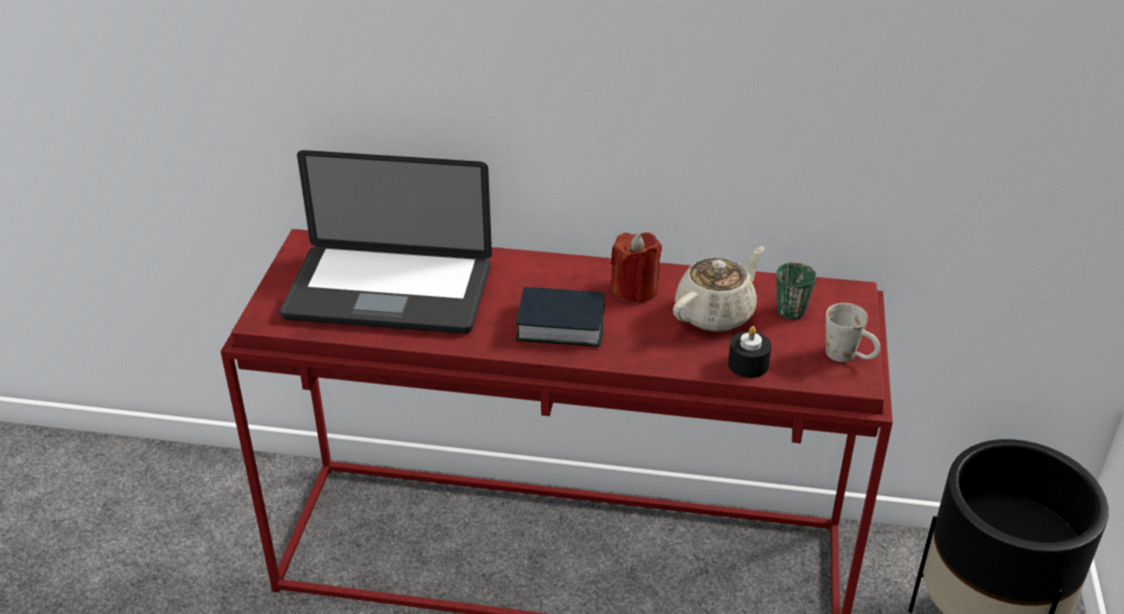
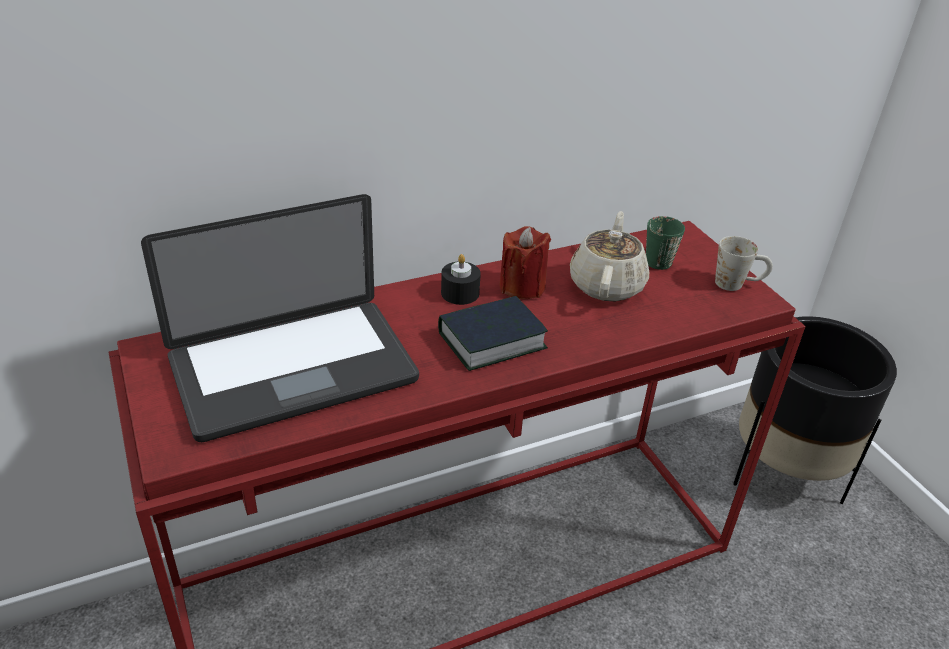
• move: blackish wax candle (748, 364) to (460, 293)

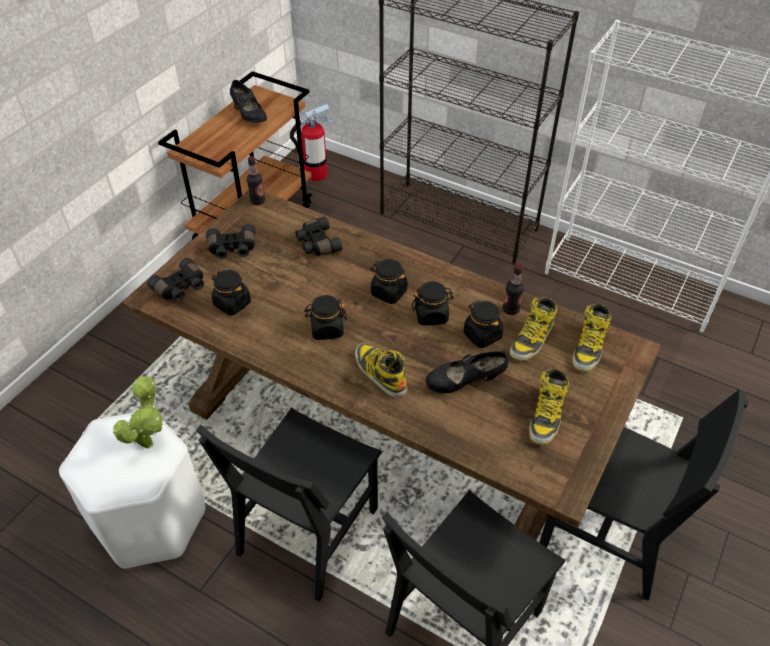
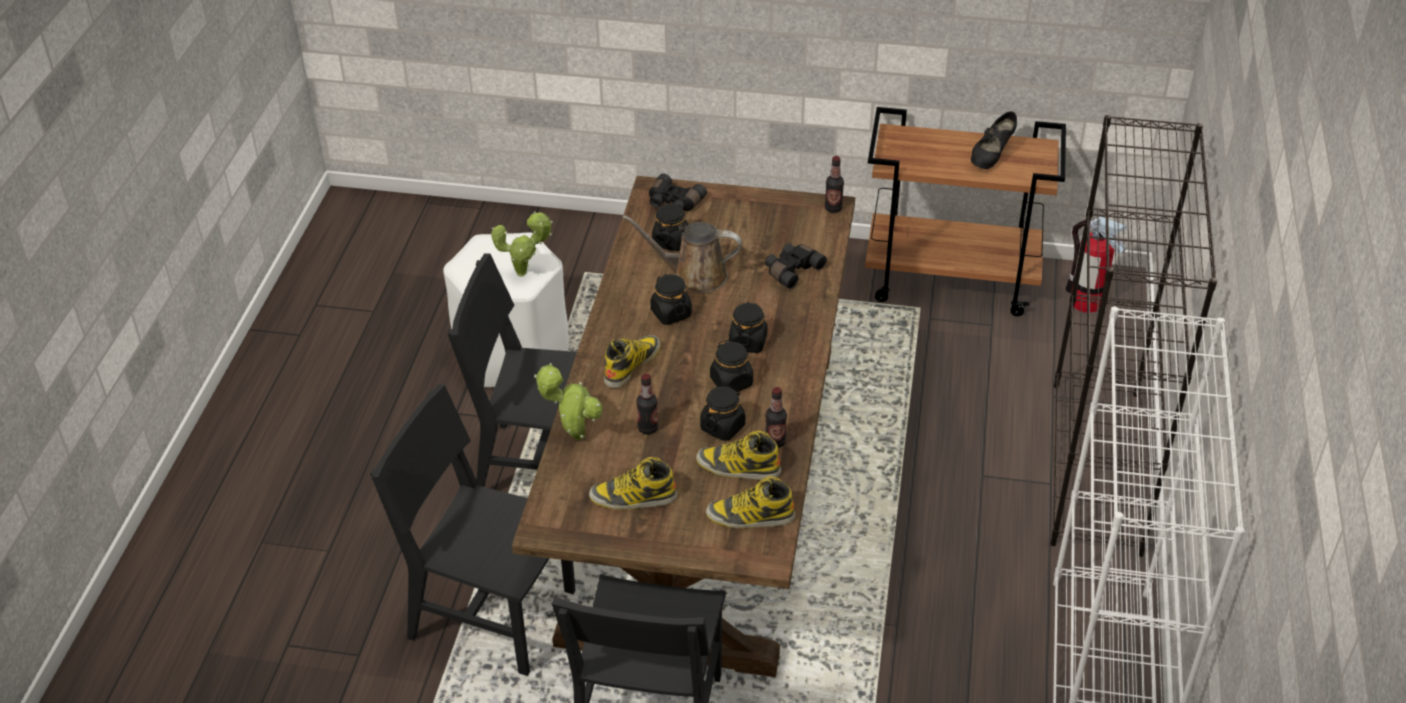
• delete: blackish field glasses (232, 249)
• replace: blackish shoe (465, 383) to beverage bottle (648, 428)
• insert: brown-coloured watering pot (694, 276)
• insert: houseplant (574, 435)

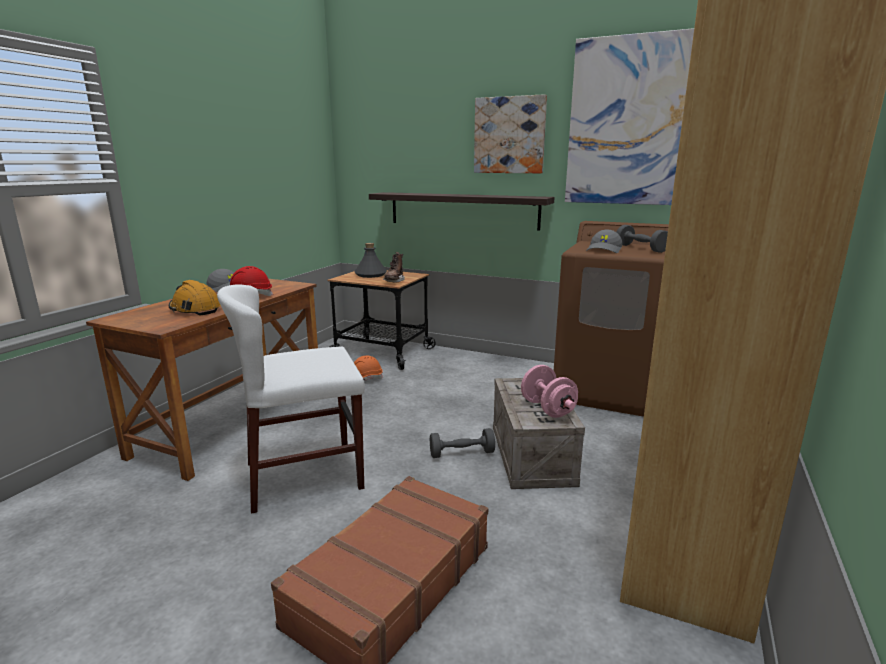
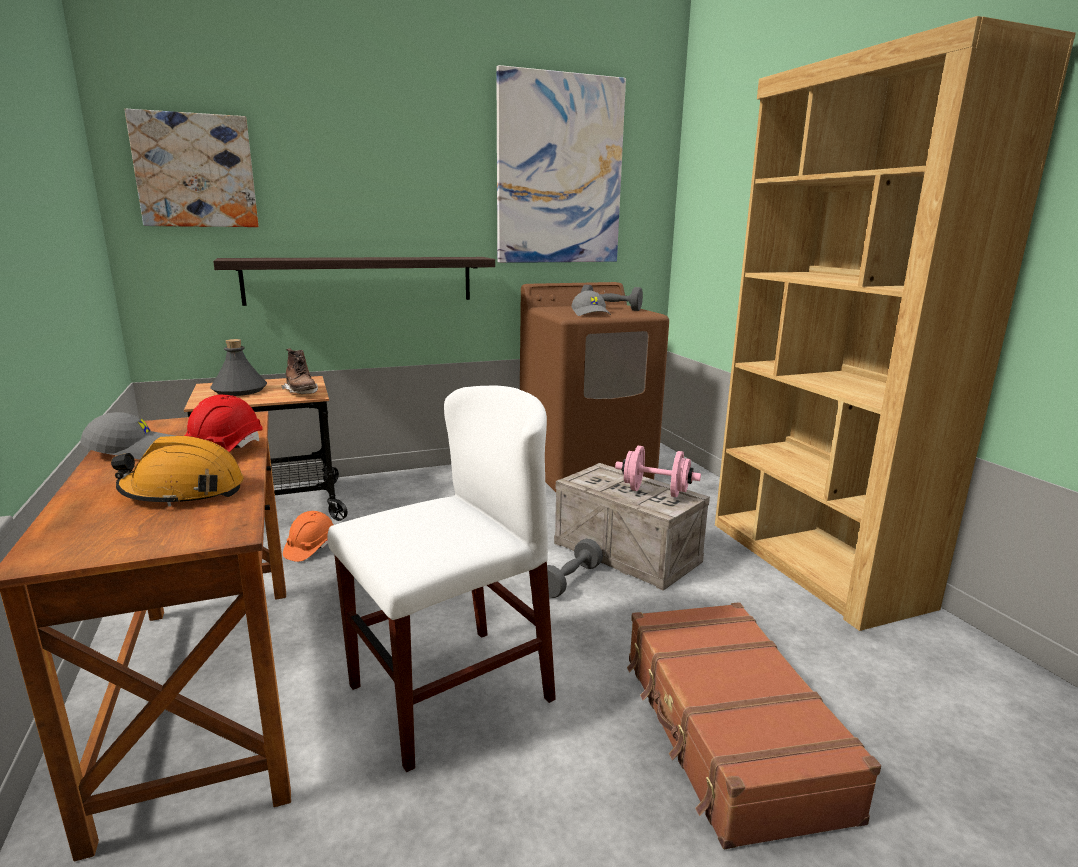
• move: wall picture (509, 135) to (195, 171)
• rotate: whitish plain chair (304, 475) = (450, 692) 150 degrees counterclockwise

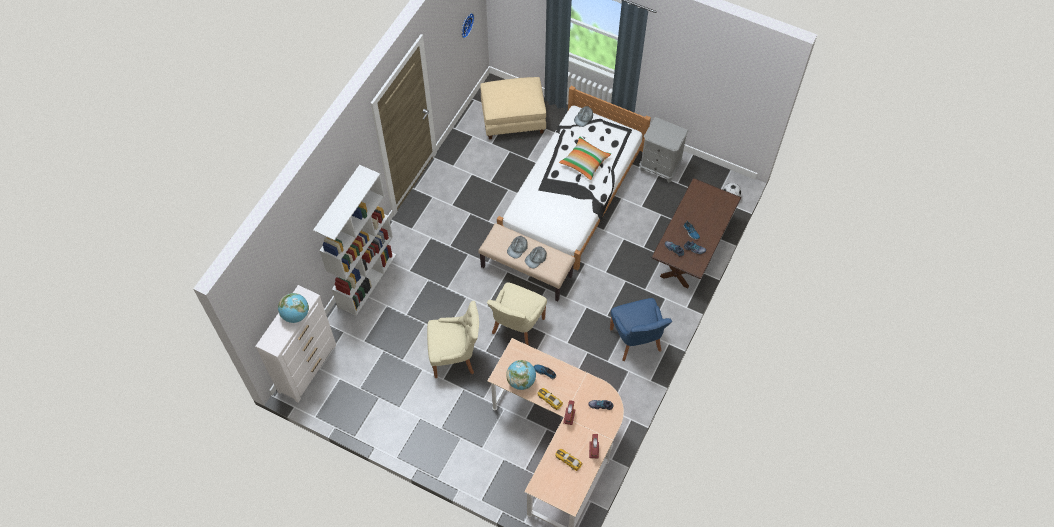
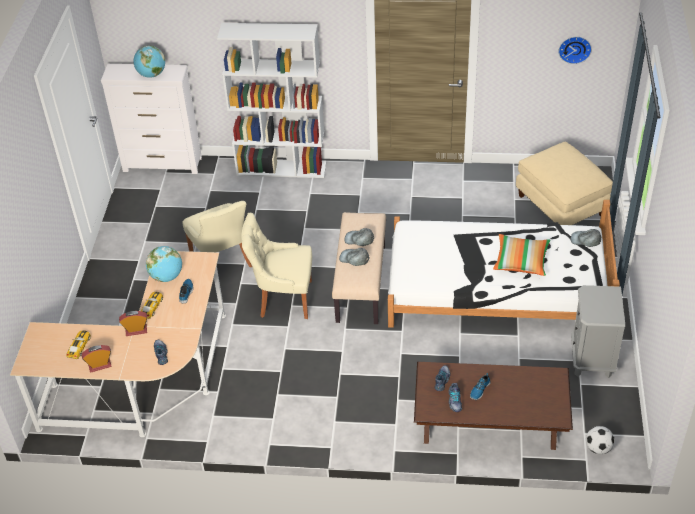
• delete: blue-coloured plain chair (636, 341)

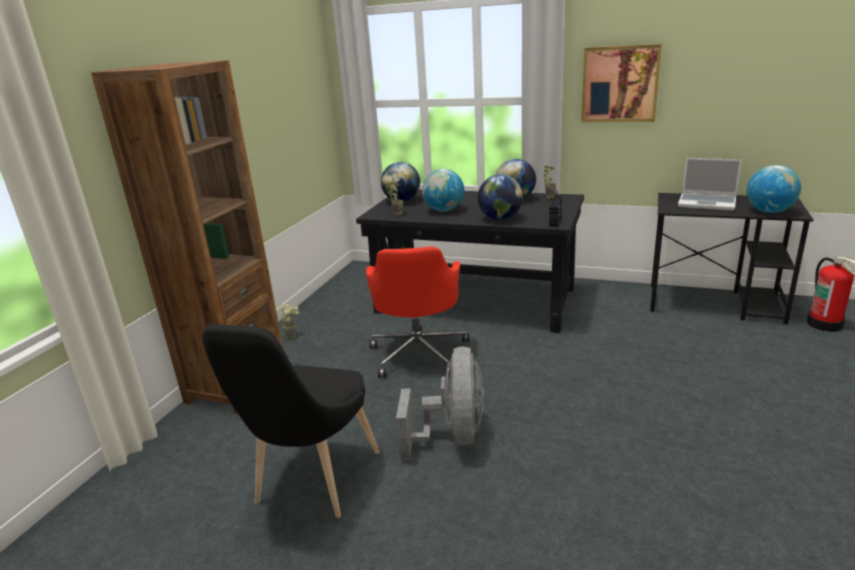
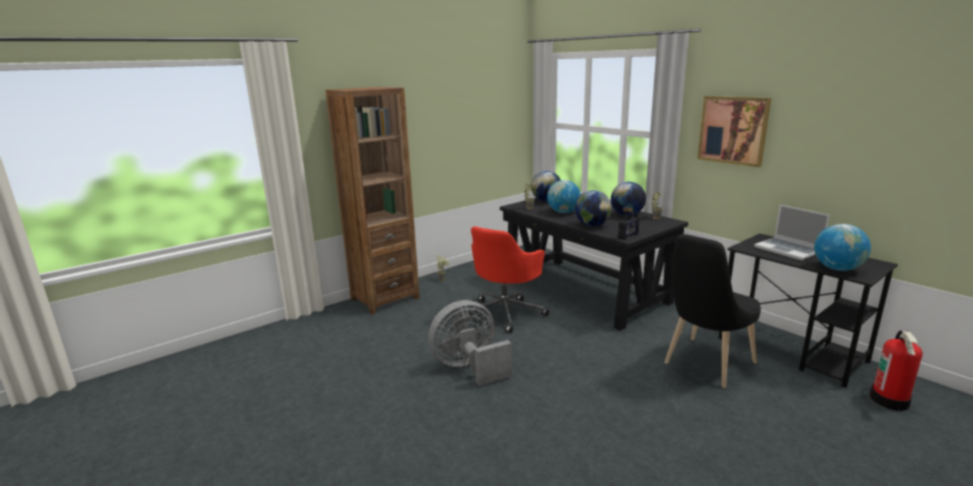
• move: blackish plain chair (313, 483) to (705, 365)
• rotate: gray electric fan (452, 436) = (469, 367) 150 degrees counterclockwise

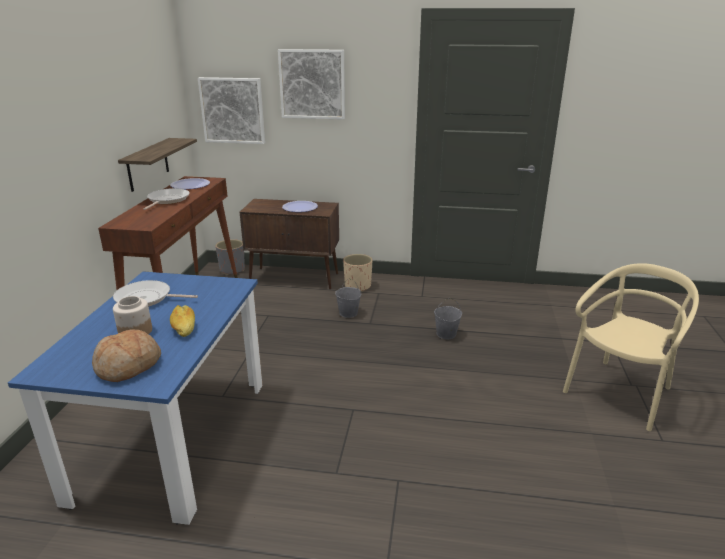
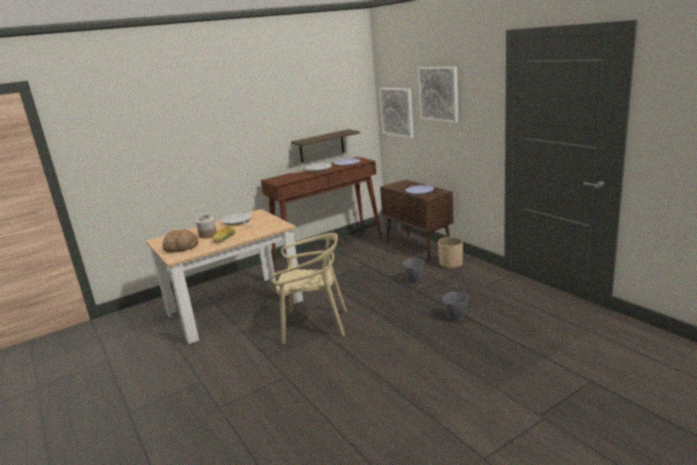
• move: sand-coloured plain chair (619, 393) to (314, 325)
• recolor: blue-coloured dinner table (174, 439) to sand-coloured dinner table (235, 308)

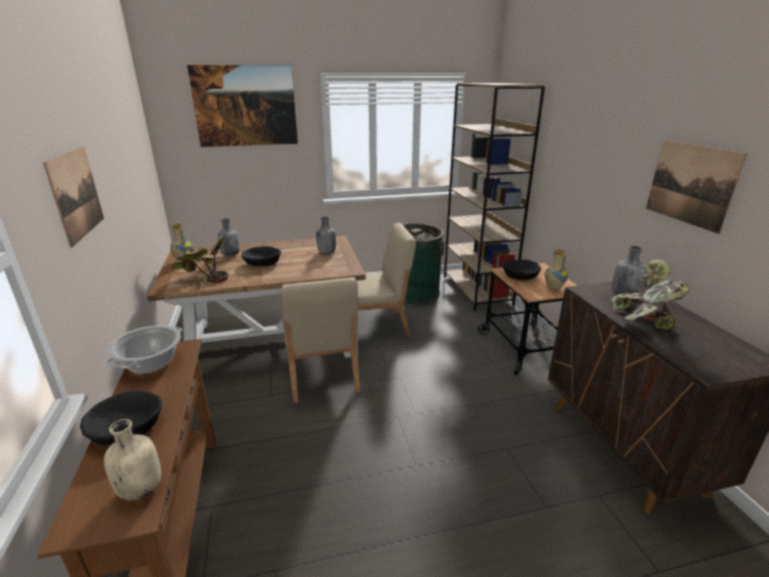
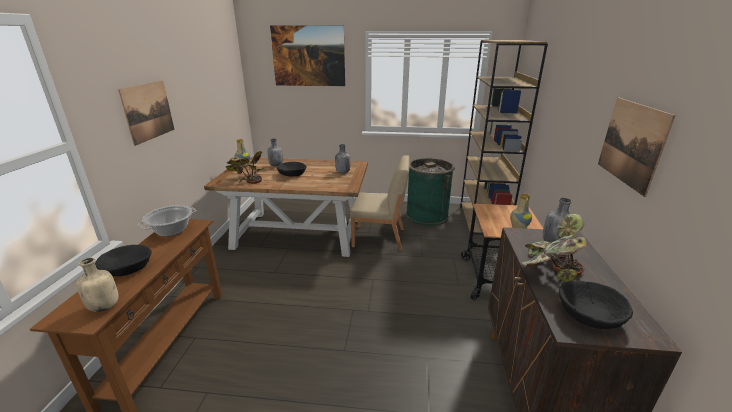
• move: blackish serving bowl (520, 276) to (589, 314)
• delete: sand-coloured plain chair (322, 376)

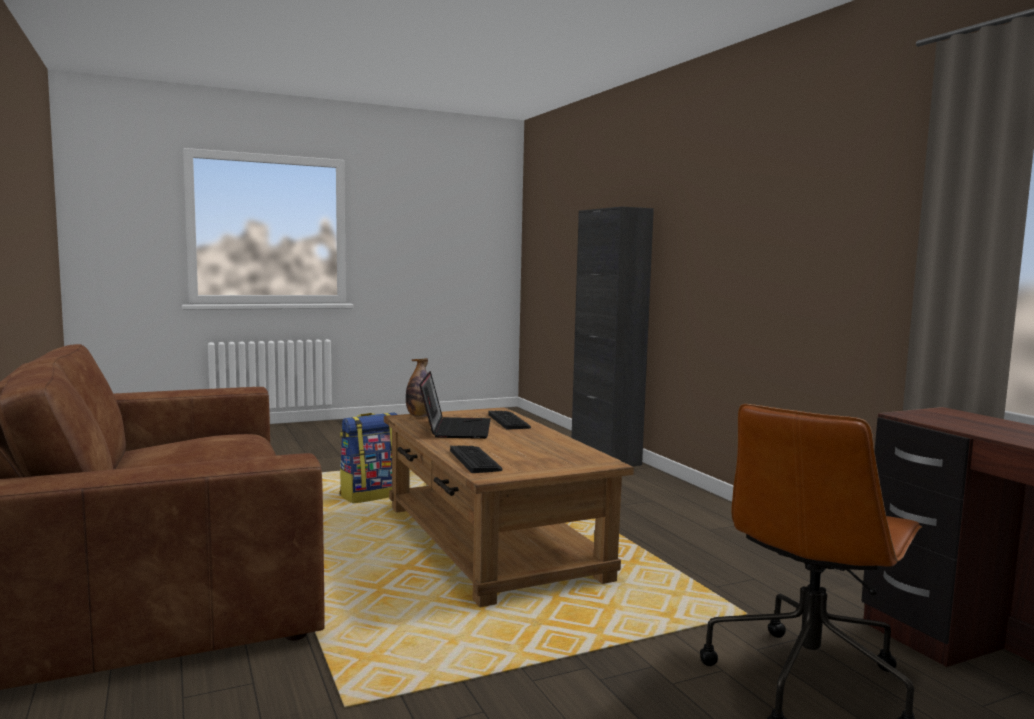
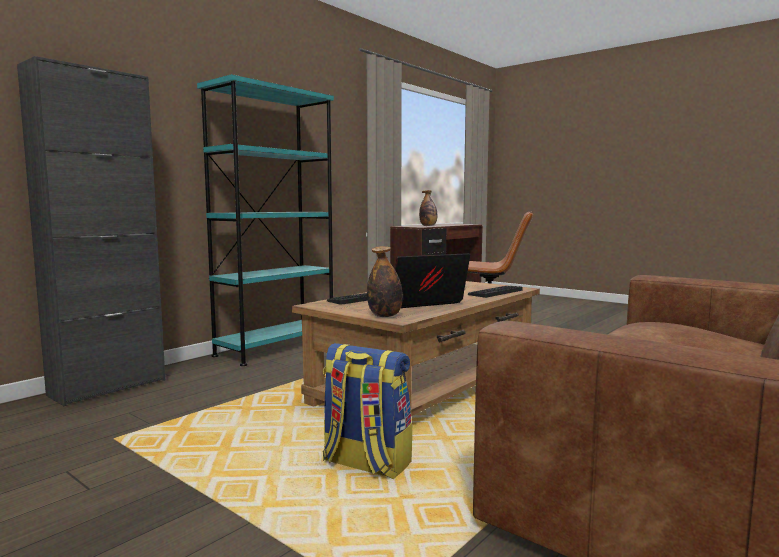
• insert: turquoise-coloured bookcase (276, 348)
• insert: beverage bottle (428, 226)

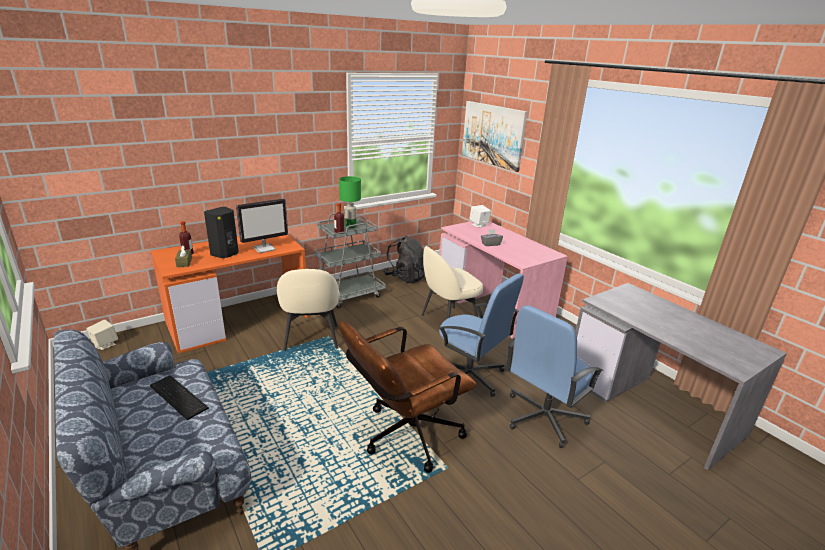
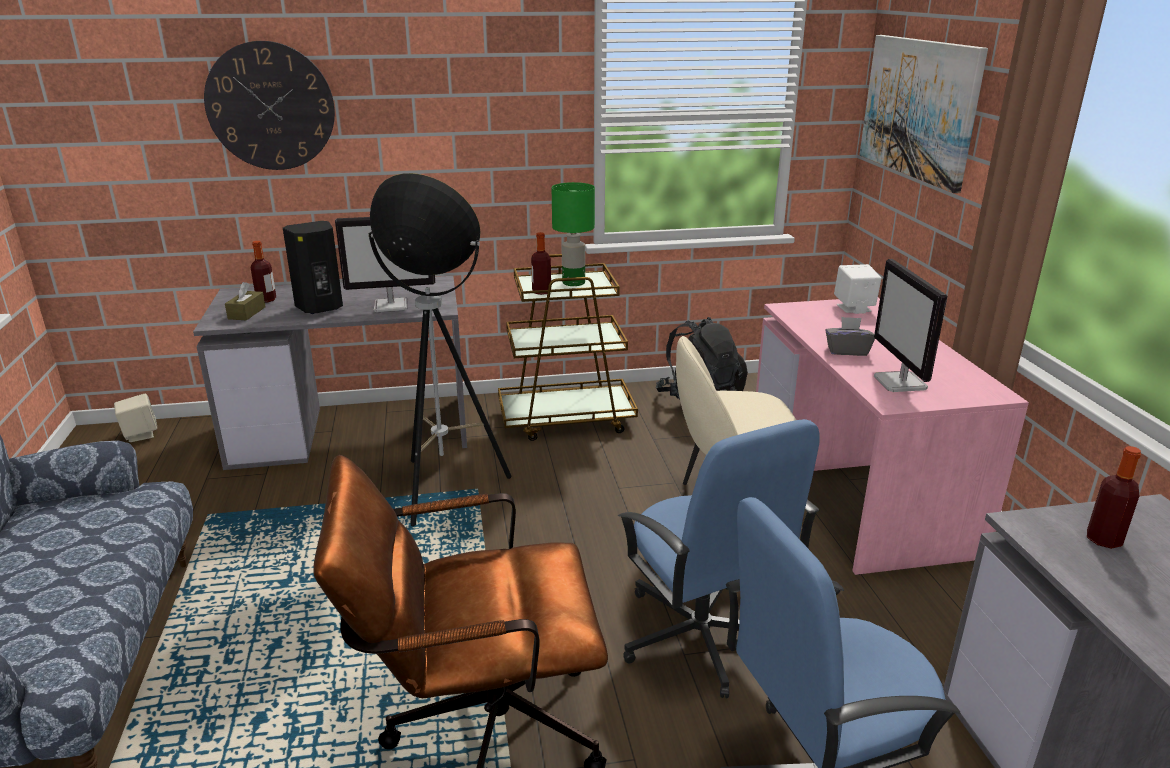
• recolor: gray trolley (348, 295) to brown-coloured trolley (567, 419)
• recolor: orange desk unit (239, 319) to gray desk unit (353, 430)
• replace: sand-coloured plain chair (311, 339) to standing lamp (443, 489)
• delete: computer keyboard (177, 398)
• insert: wall clock (270, 106)
• insert: monitor (900, 383)
• insert: beverage bottle (1103, 540)

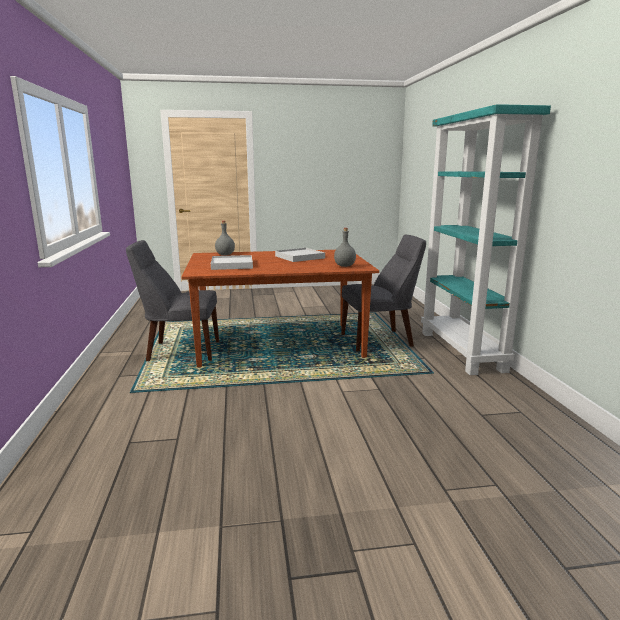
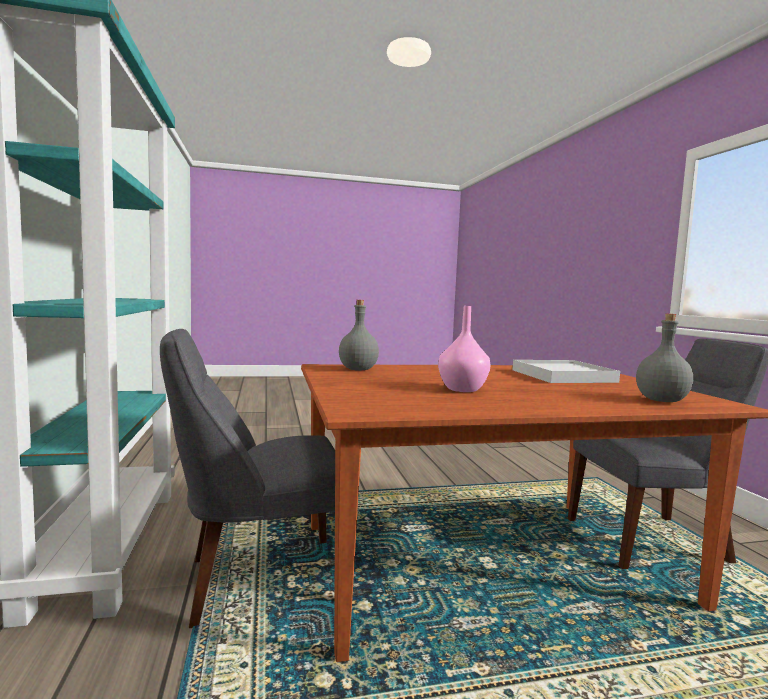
• replace: whitish carrying tray (299, 257) to pinkish vase (462, 389)

